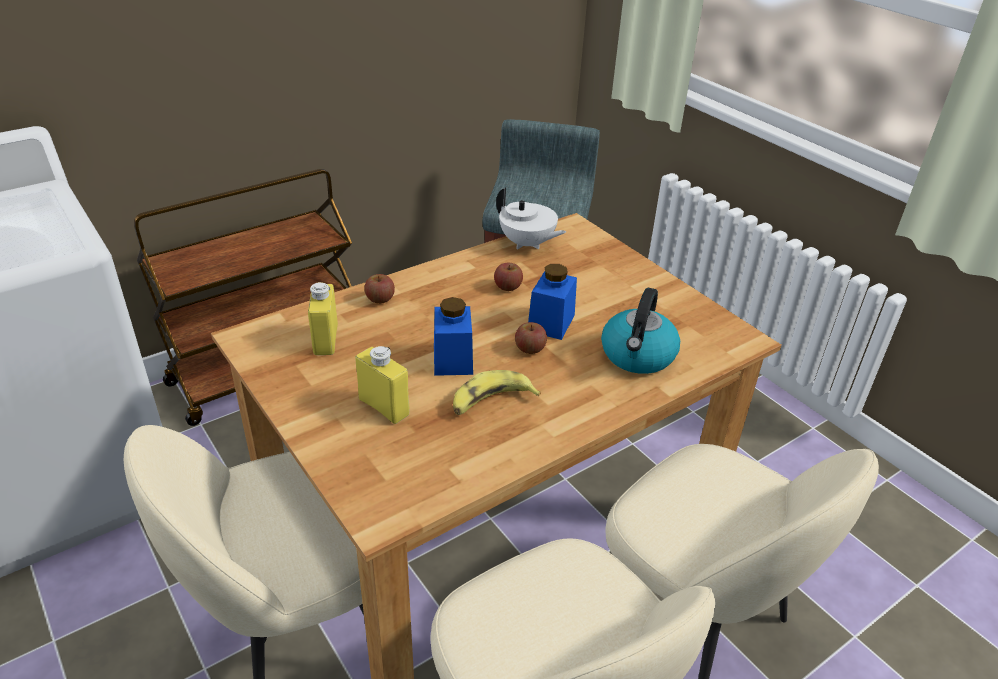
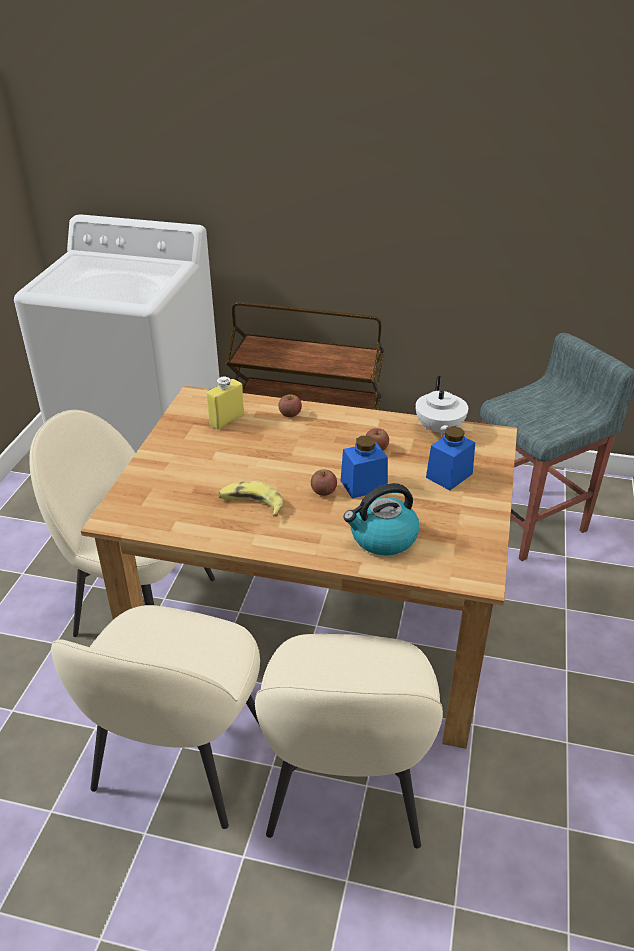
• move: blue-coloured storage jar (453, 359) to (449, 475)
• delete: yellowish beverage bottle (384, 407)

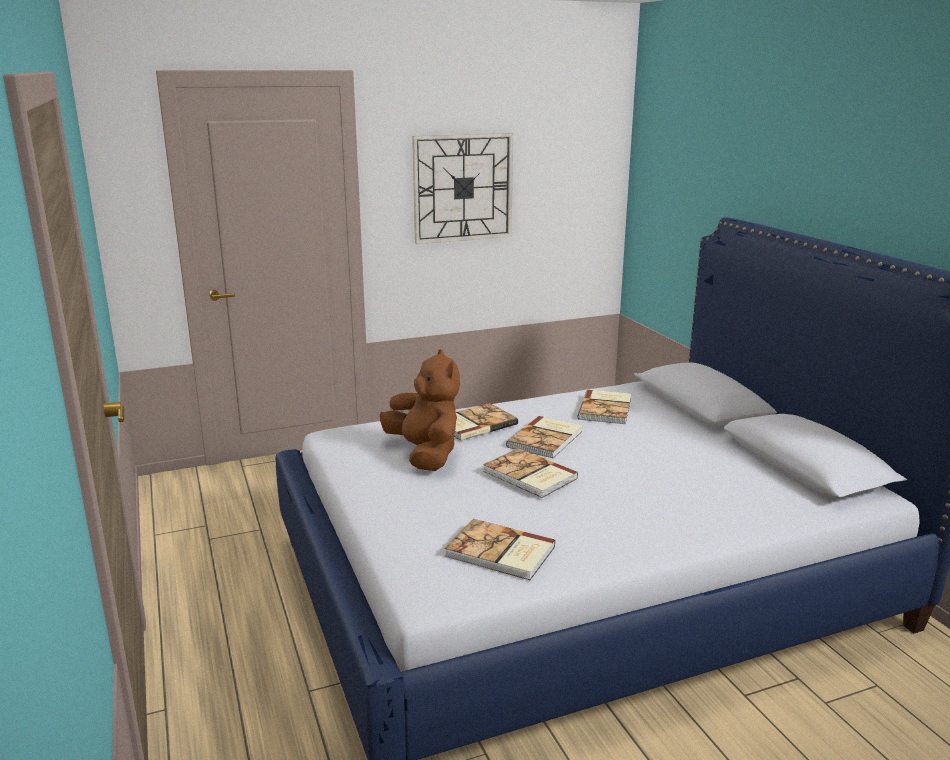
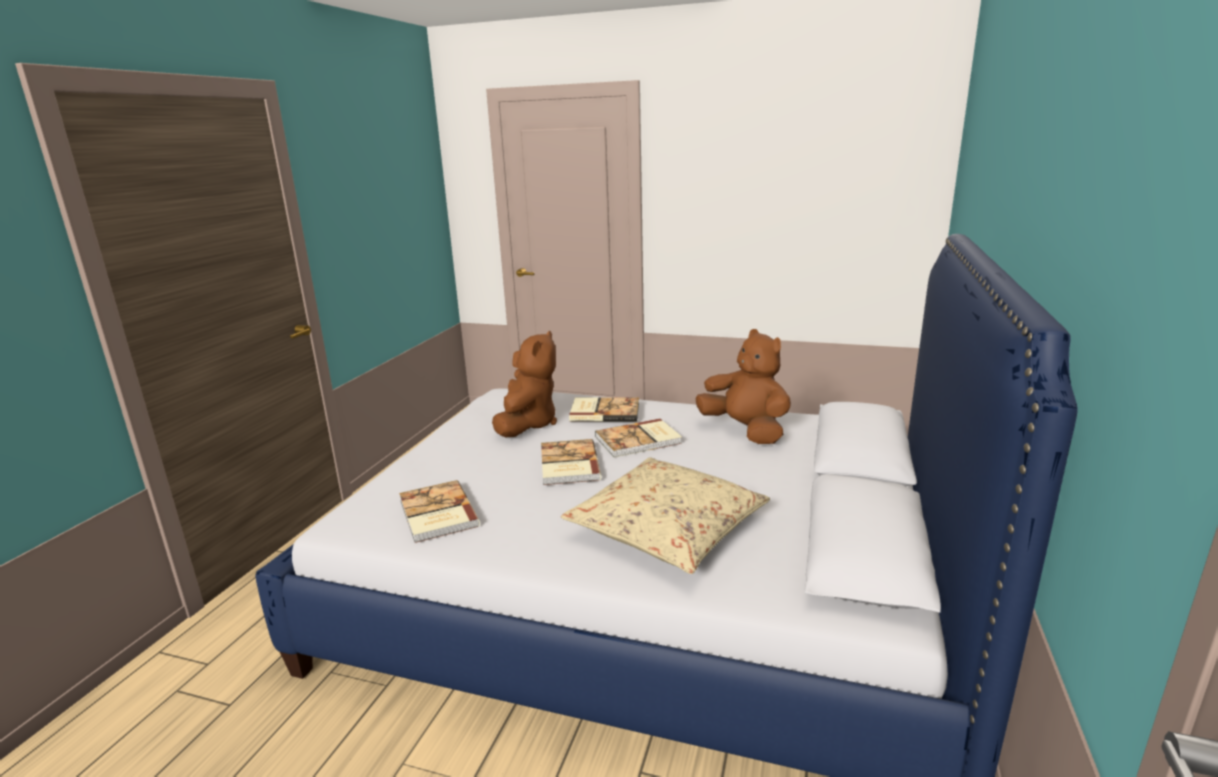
• delete: wall clock (463, 188)
• replace: volume (606, 409) to brown-coloured soft toy (745, 431)
• insert: sand-coloured cushion (667, 528)

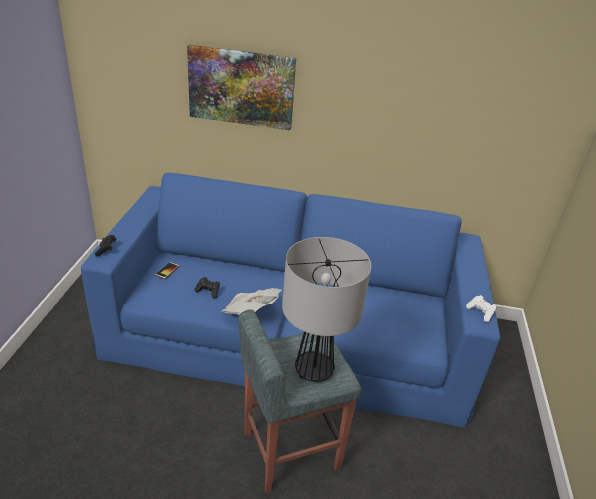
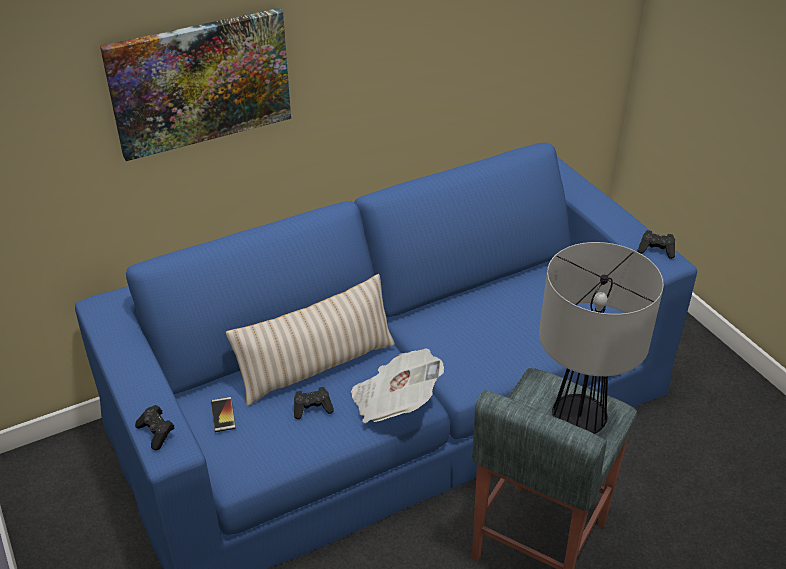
• recolor: whitish joypad (481, 312) to blackish joypad (656, 250)
• insert: sand-coloured cushion (317, 366)

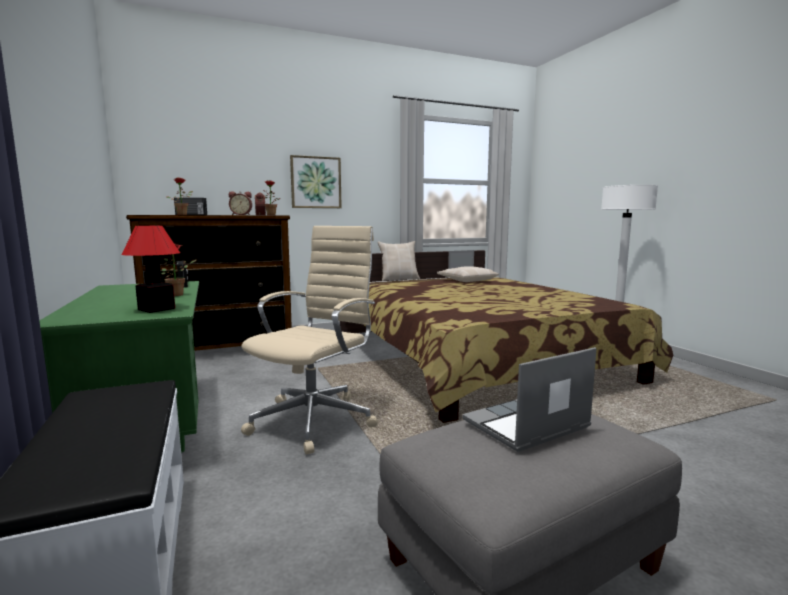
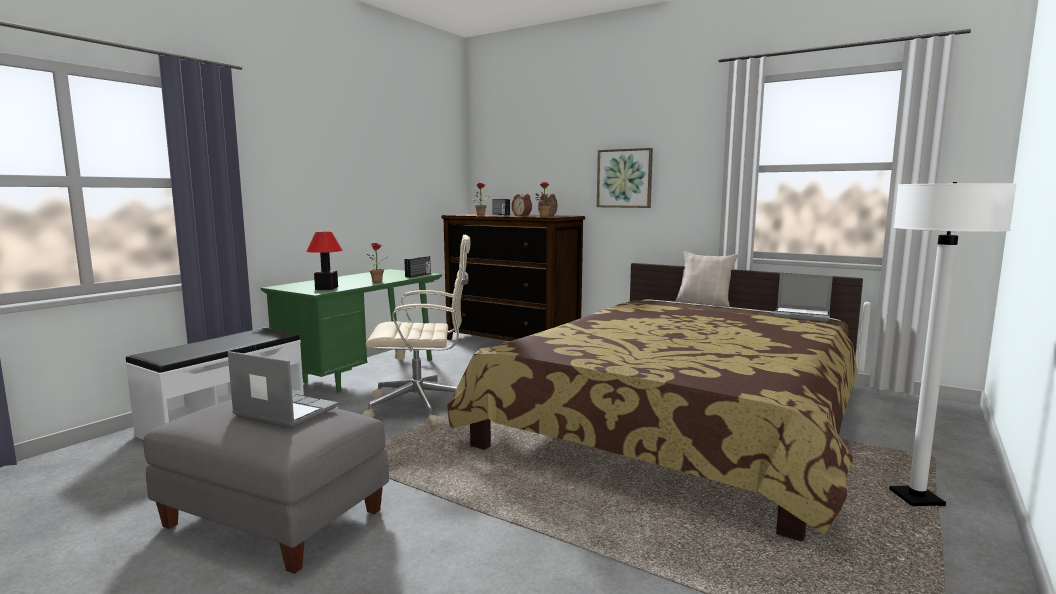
• delete: sand-coloured cushion (467, 280)

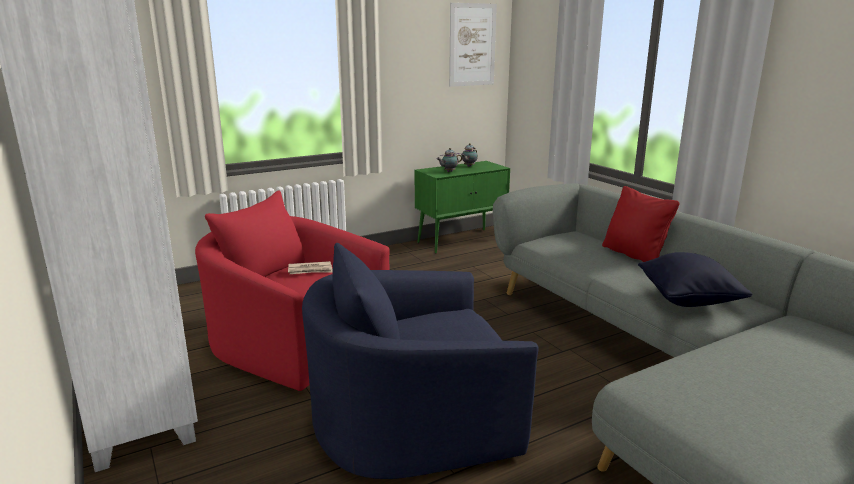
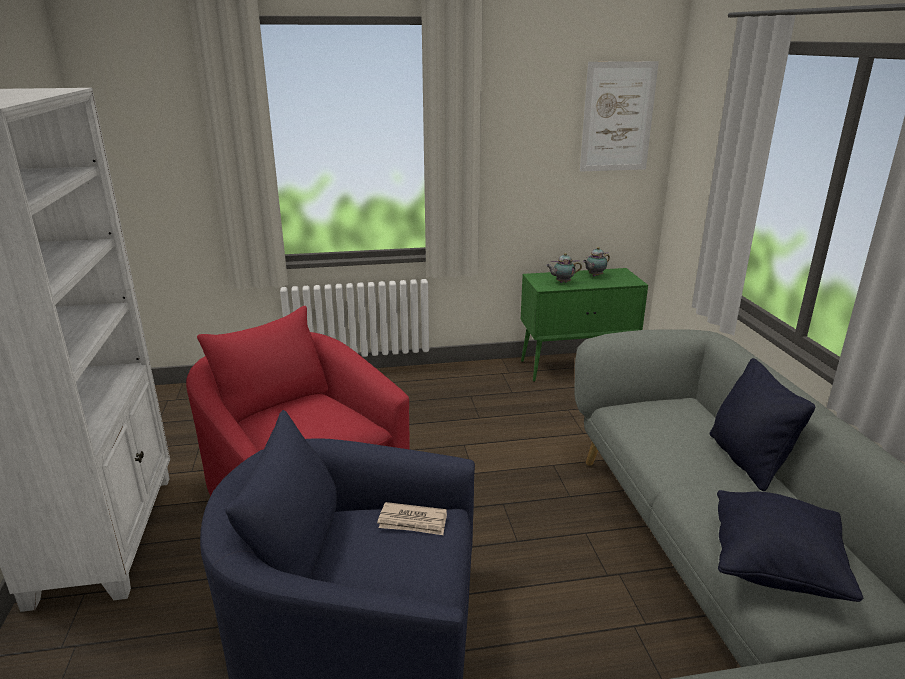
• recolor: reddish cushion (634, 255) to blackish cushion (747, 460)
• move: newspaper (310, 270) to (413, 522)

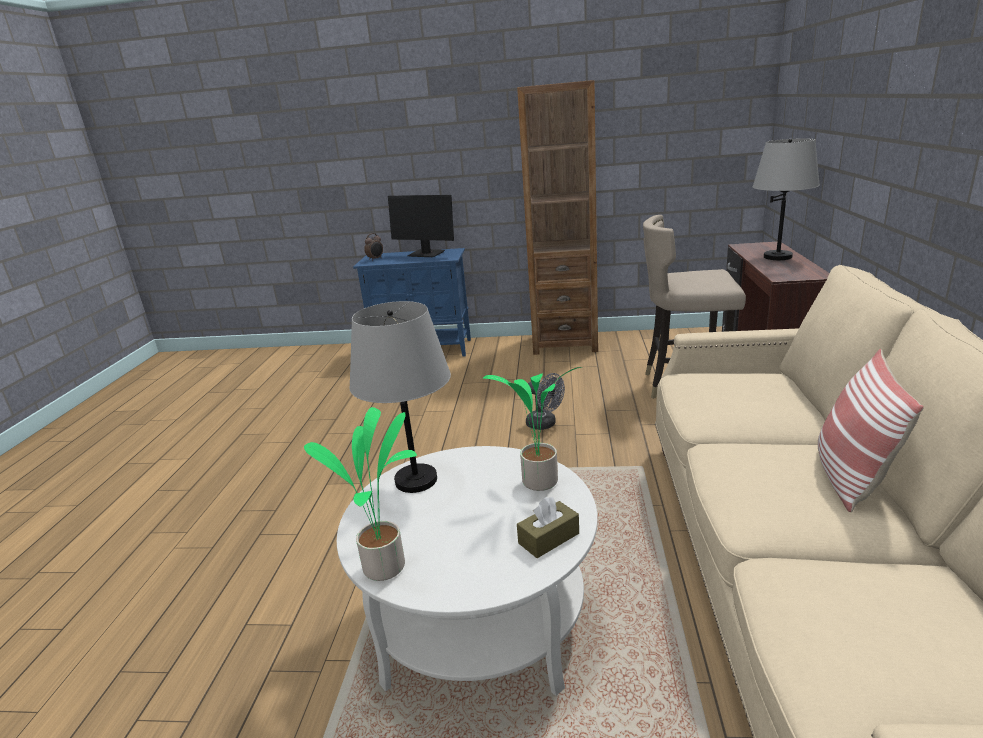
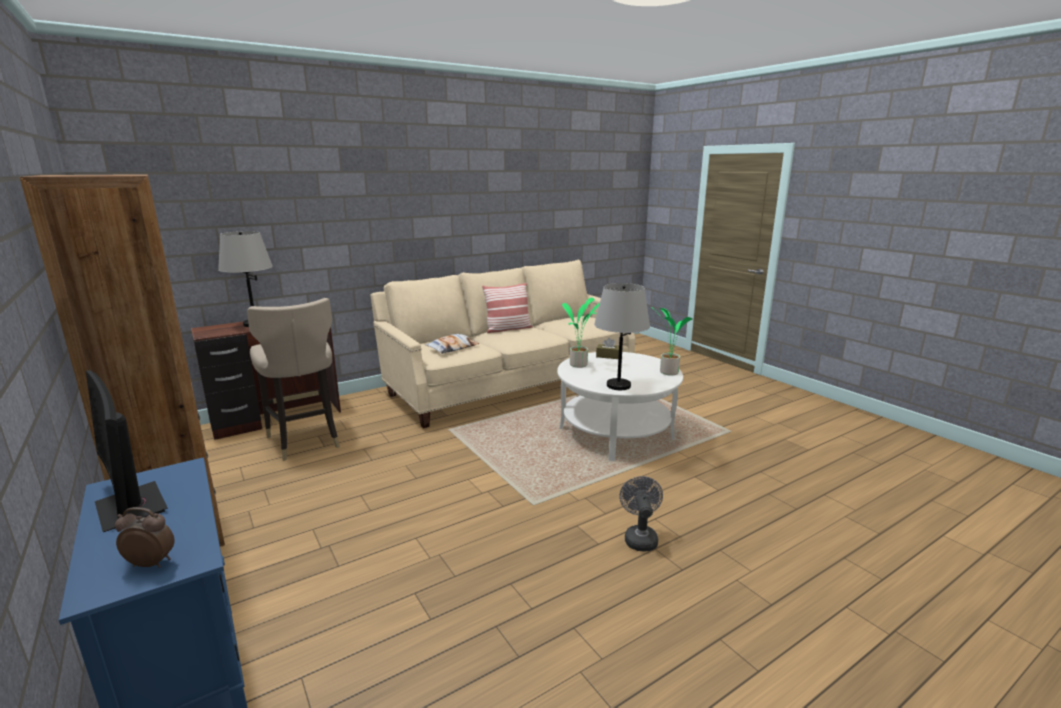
• rotate: monitor (426, 254) = (131, 507) 150 degrees clockwise
• move: gray electric fan (545, 424) to (639, 537)
• insert: cushion (452, 348)

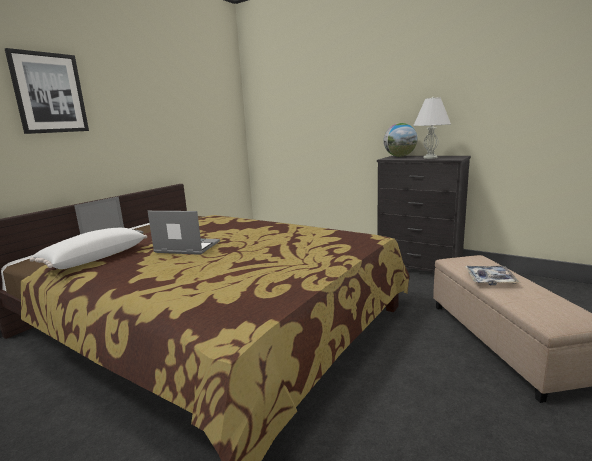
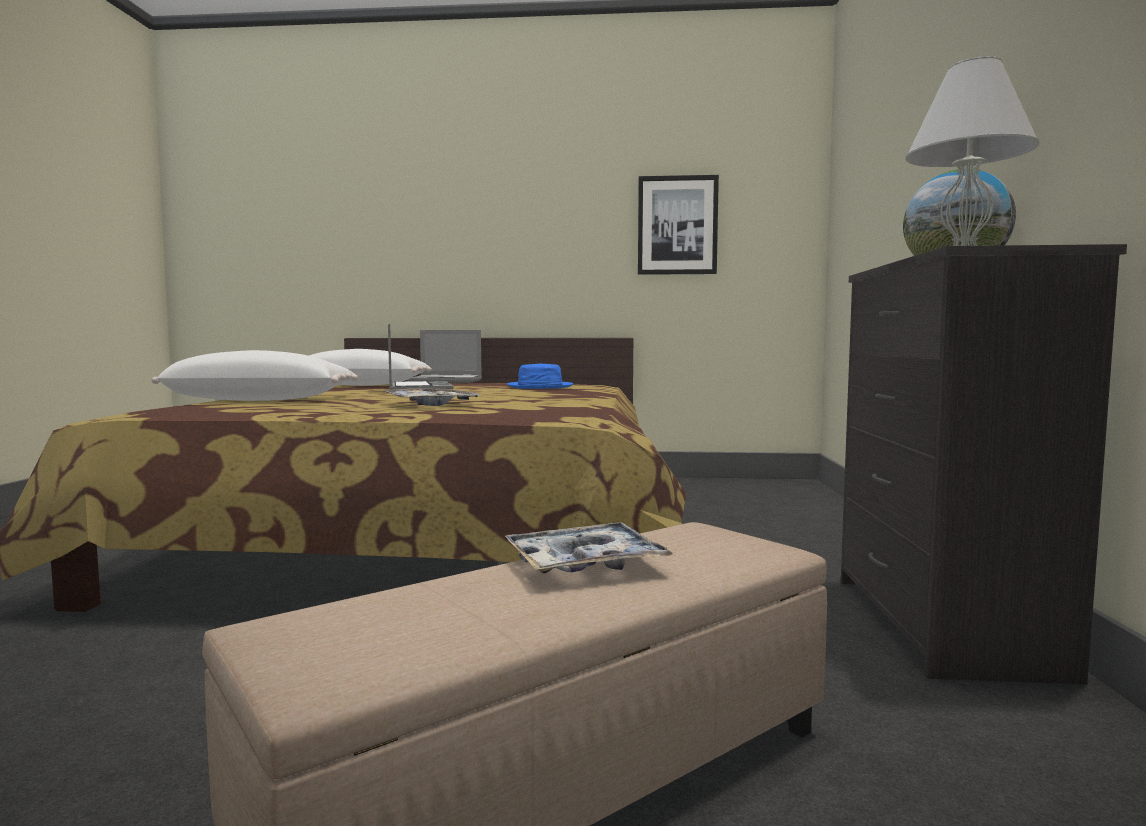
• move: wall picture (49, 93) to (677, 225)
• insert: whitish cushion (261, 400)
• insert: blue-coloured wearable hat (539, 387)
• insert: carrying tray (431, 404)

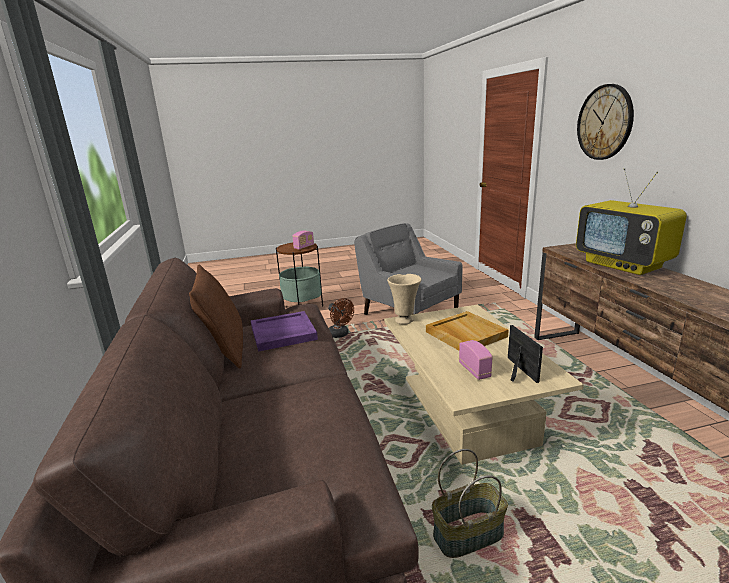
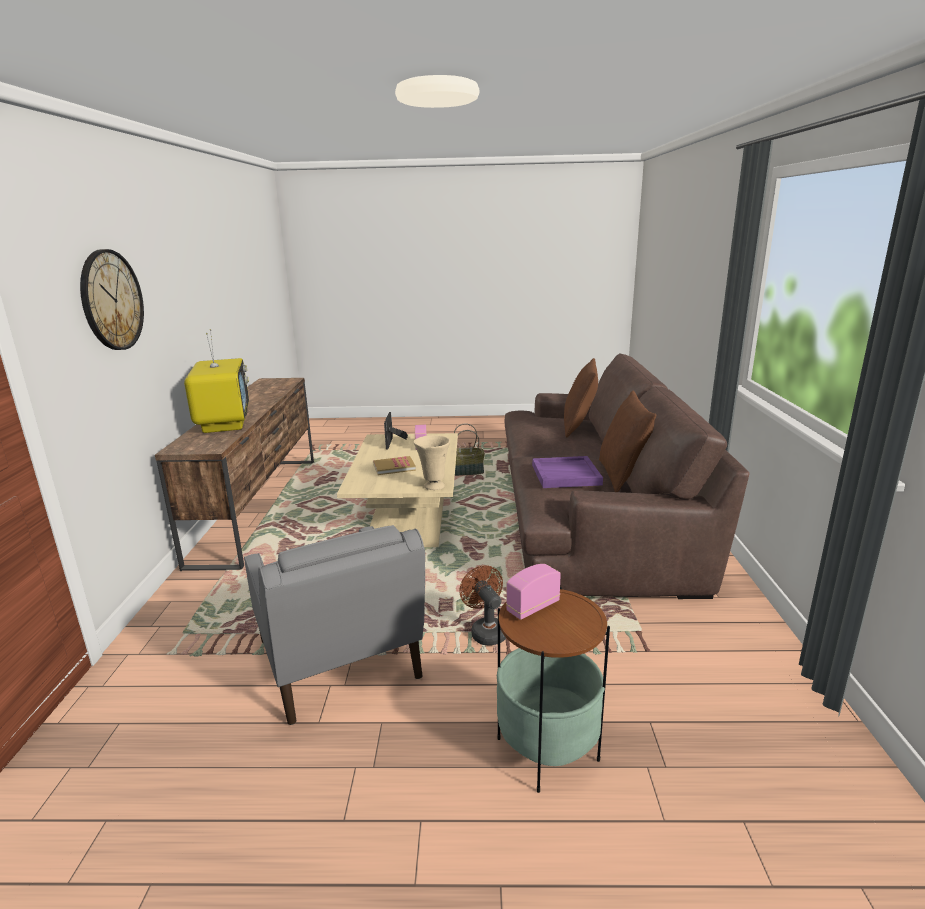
• replace: sand-coloured carrying tray (465, 334) to volume (394, 467)
• insert: brown-coloured cushion (579, 427)

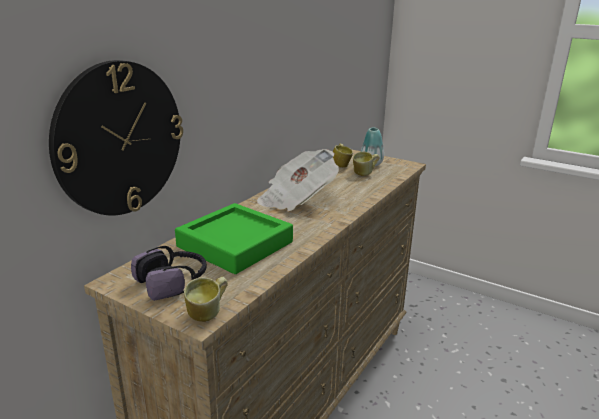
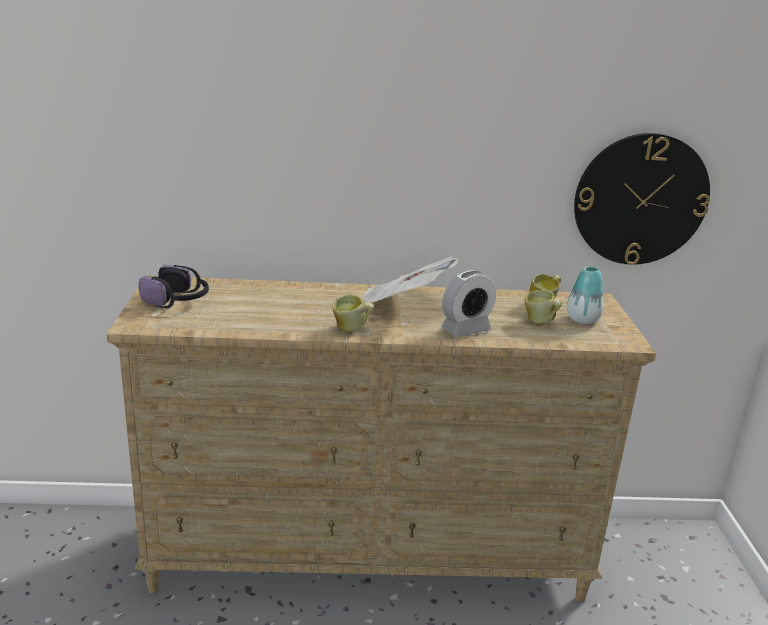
• move: wall clock (120, 139) to (640, 199)
• delete: green carrying tray (235, 244)
• move: mug (208, 314) to (352, 329)
• insert: alarm clock (466, 329)

